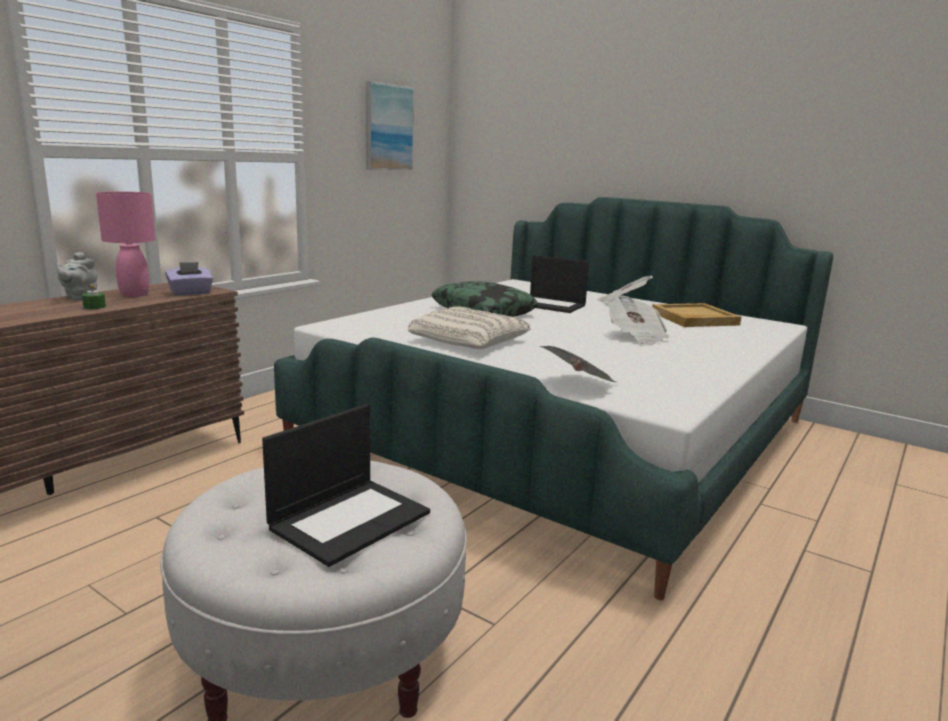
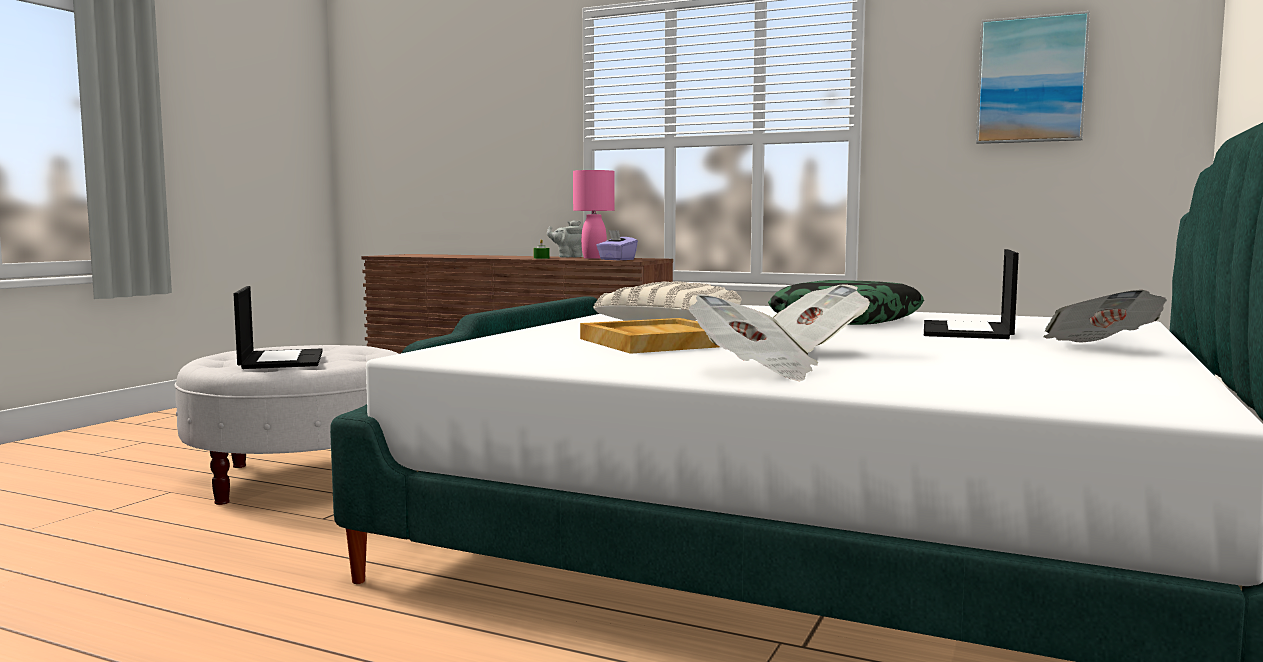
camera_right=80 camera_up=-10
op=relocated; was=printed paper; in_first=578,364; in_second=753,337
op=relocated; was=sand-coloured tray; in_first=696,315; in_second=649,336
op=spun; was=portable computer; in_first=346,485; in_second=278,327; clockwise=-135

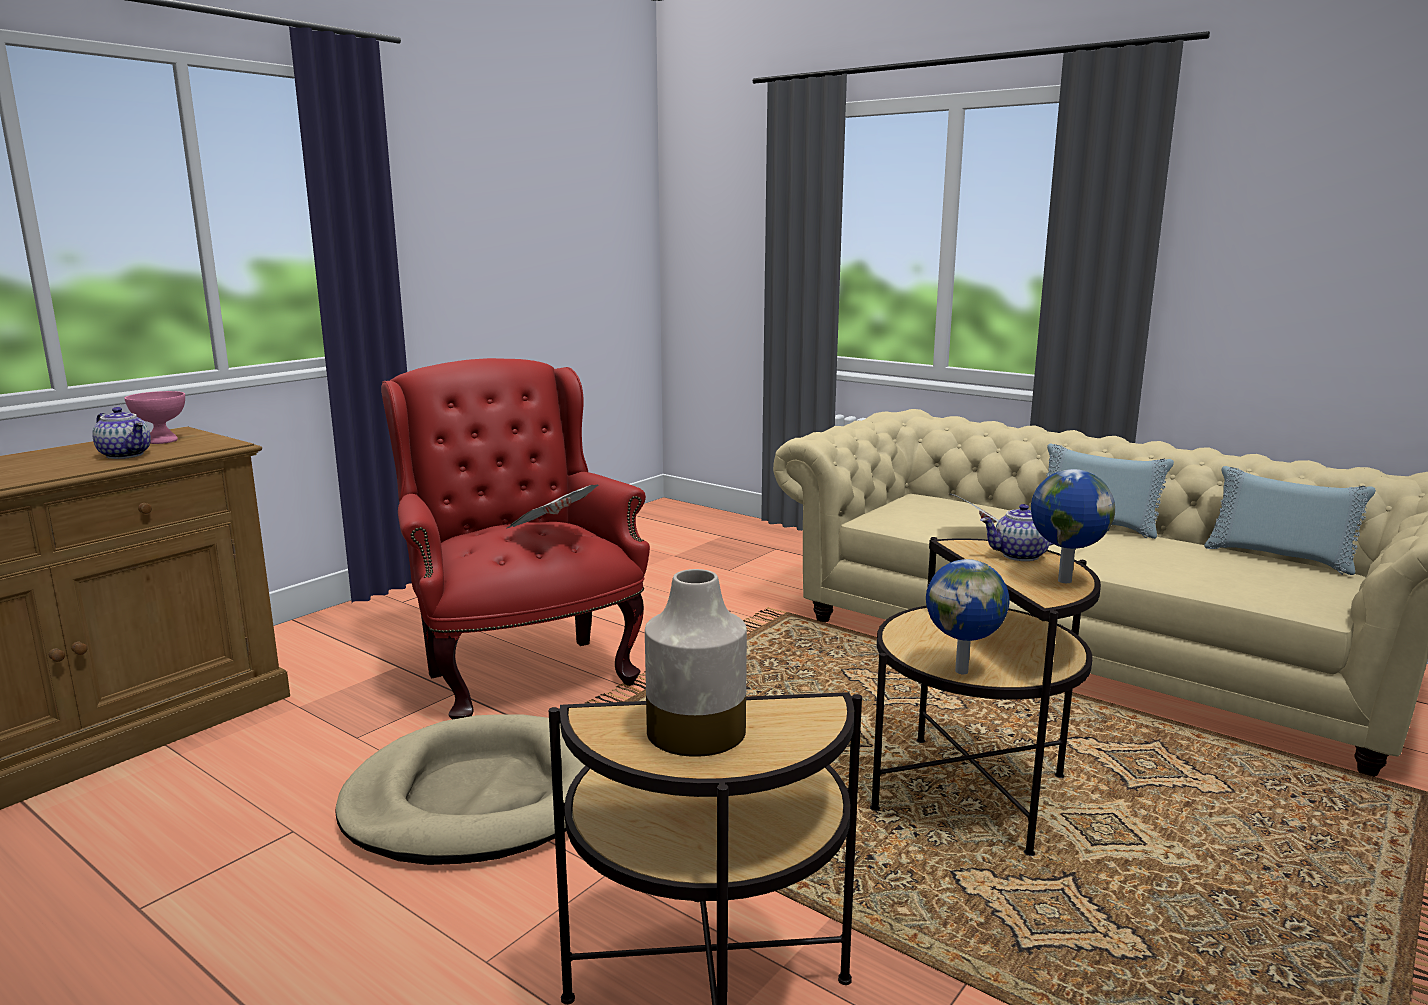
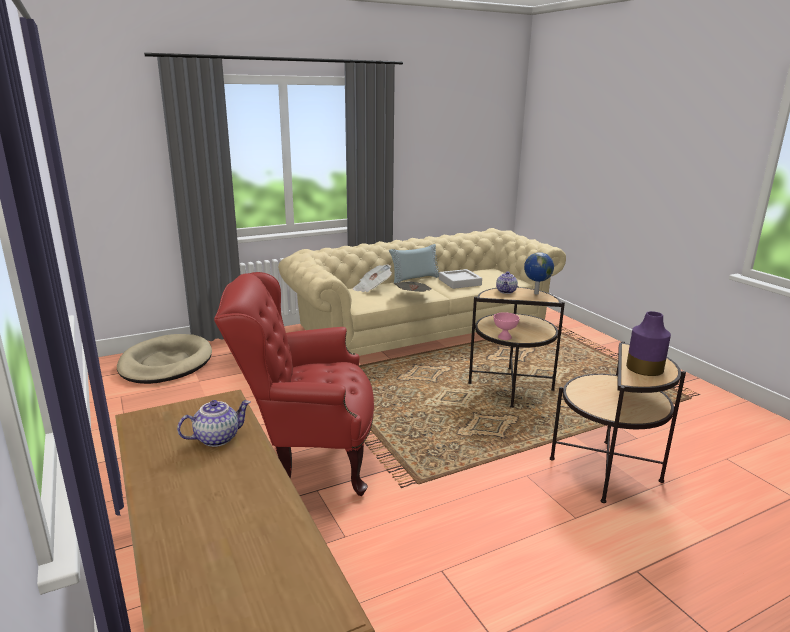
camera_right=-65 camera_up=5
op=missing; was=world globe; in_first=967,616
op=missing; was=bluish pillow; in_first=1290,520
op=appeared; now=grey tray; in_second=460,279
op=relocated; was=pink-coloured deep dish; in_first=155,417; in_second=507,326
op=relocated; was=sand-coloured dog bed; in_first=460,789; in_second=164,359
op=relocated; was=printed paper; in_first=552,506; in_second=372,278
op=colour; was=sand-coloured decorative vase; now=purple-coloured decorative vase; in_first=696,663; in_second=648,343

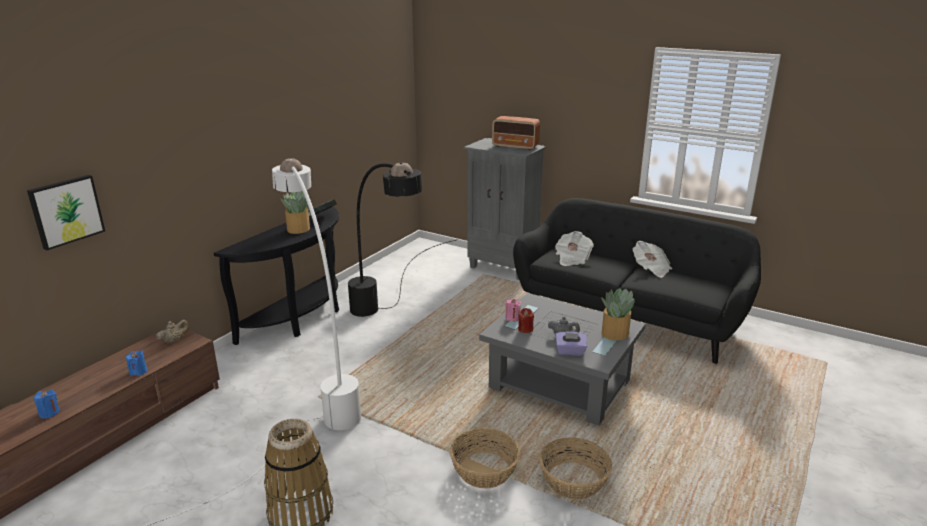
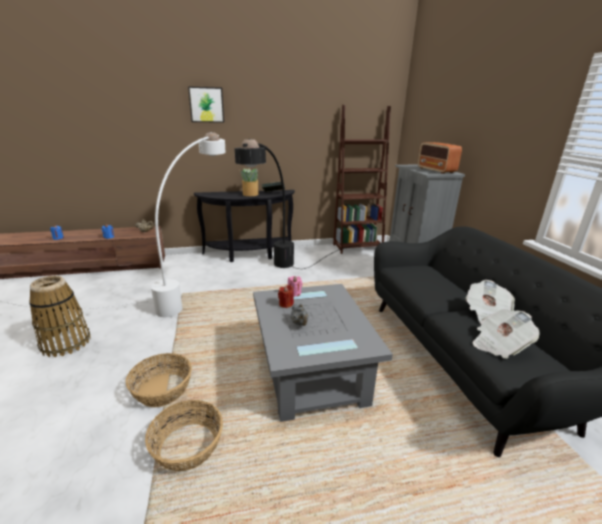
camera_right=45 camera_up=0
op=missing; was=purple-coloured box of tissues; in_first=571,344
op=missing; was=potted plant; in_first=617,314
op=appeared; now=brownish shelving unit; in_second=362,179
op=relocated; was=picture; in_first=66,212; in_second=206,104
op=relocated; was=printed paper; in_first=574,248; in_second=506,334

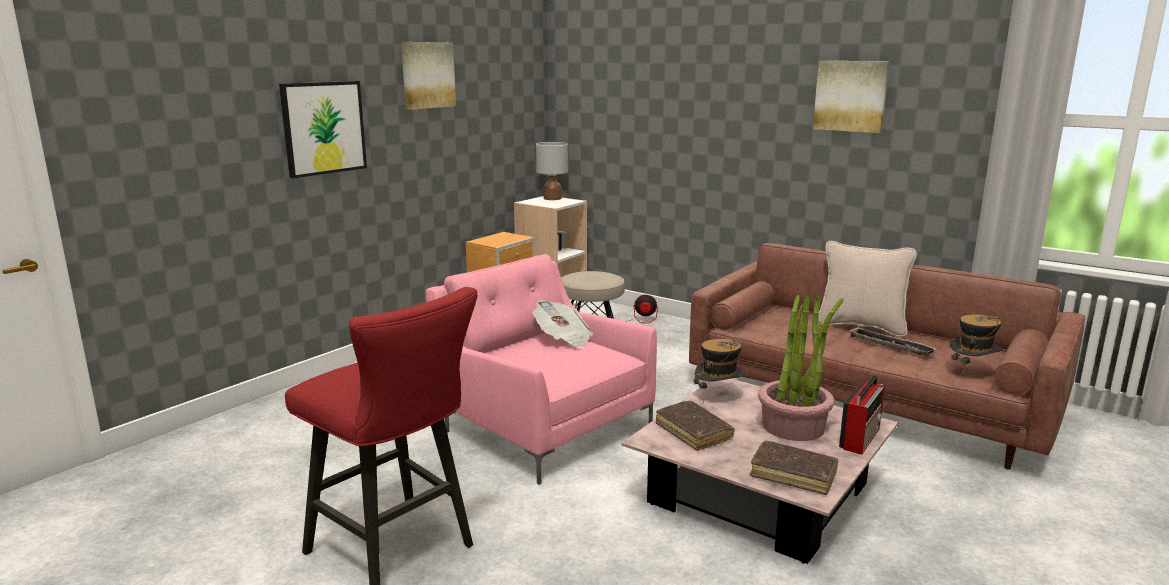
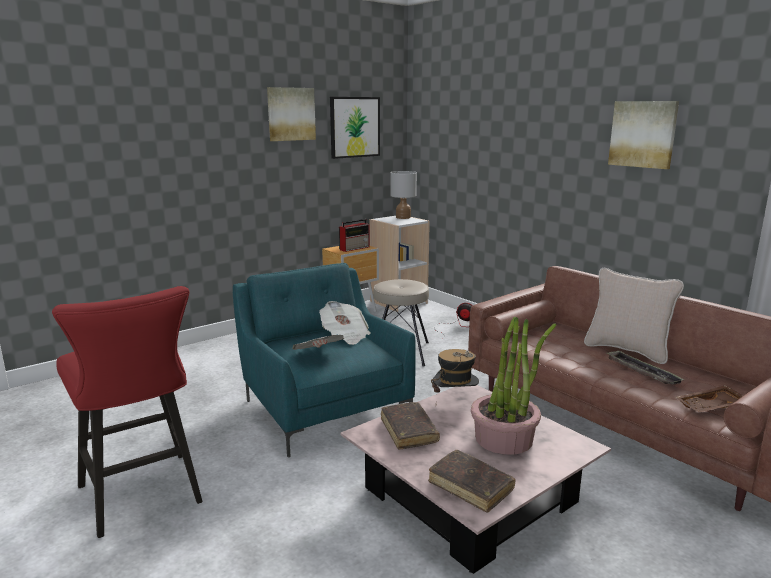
camera_right=15 camera_up=0
op=appeared; now=printed paper; in_second=318,342
op=relocated; was=picture; in_first=323,129; in_second=355,128
op=relocated; was=radio set; in_first=862,415; in_second=354,235
op=exchanged; was=clothing hat; now=brownish tray; in_first=977,347; in_second=709,398
op=colour; was=pink-coloured easy chair; now=turquoise easy chair; in_first=541,369; in_second=324,360

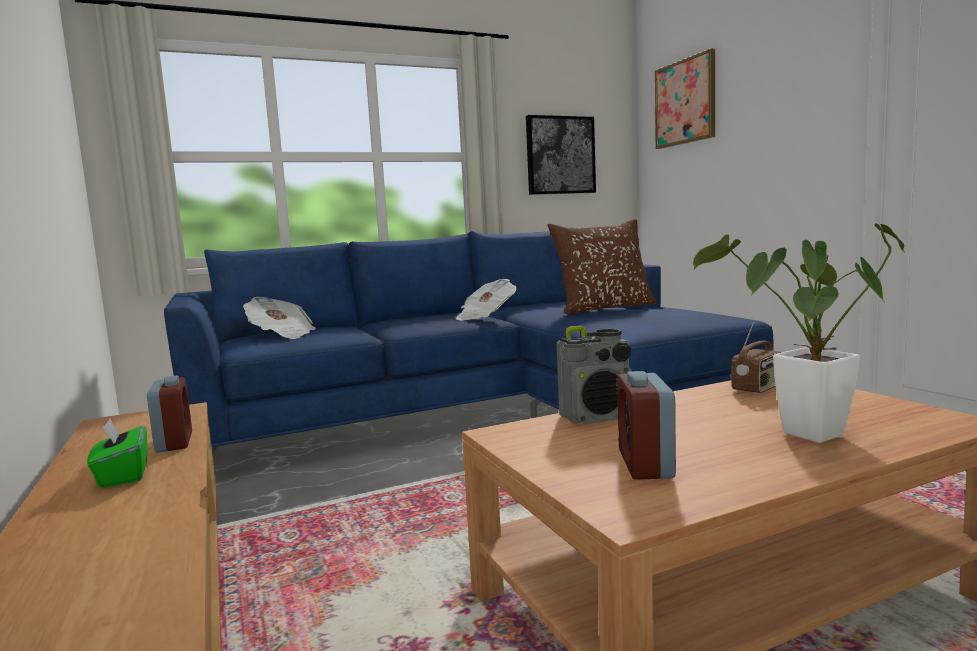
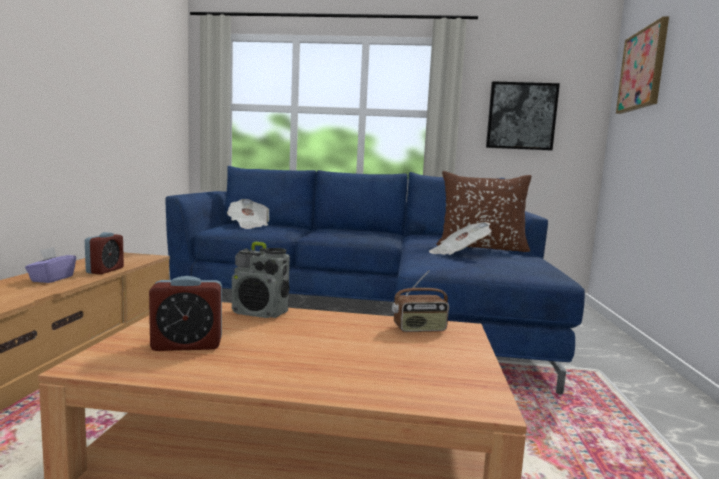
camera_right=30 camera_up=0
op=missing; was=potted plant; in_first=798,333
op=relocated; was=printed paper; in_first=486,300; in_second=460,238
op=colour; was=green-coloured box of tissues; now=purple-coloured box of tissues; in_first=117,453; in_second=50,265
op=spun; was=table clock; in_first=646,425; in_second=185,313; clockwise=-135

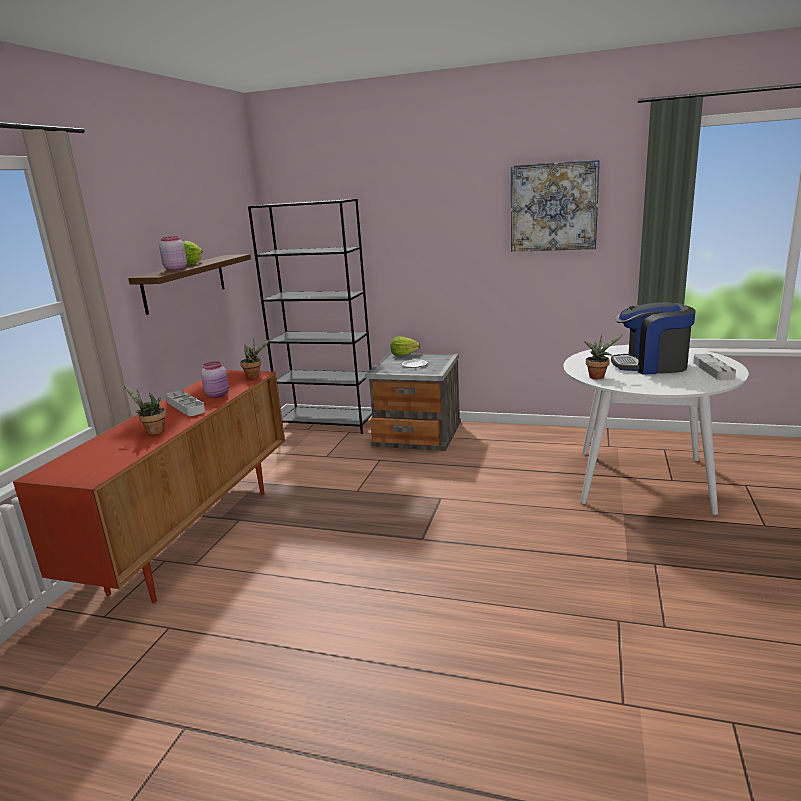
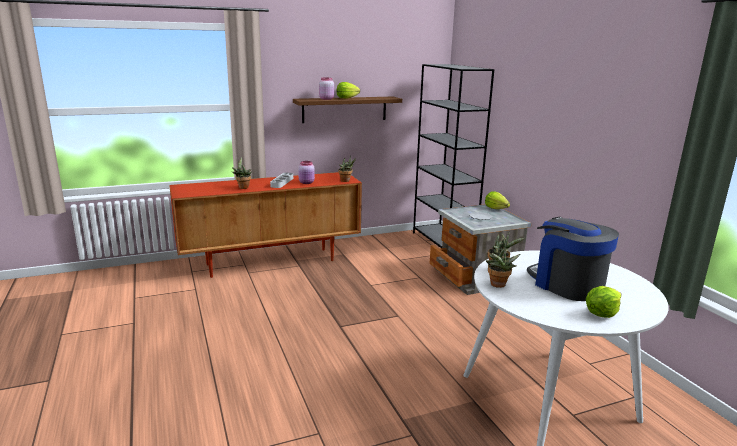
camera_right=50 camera_up=0
op=missing; was=picture; in_first=555,205
op=appeared; now=potted plant; in_second=503,268
op=exchanged; was=grey tray; now=head of lettuce; in_first=714,367; in_second=604,302

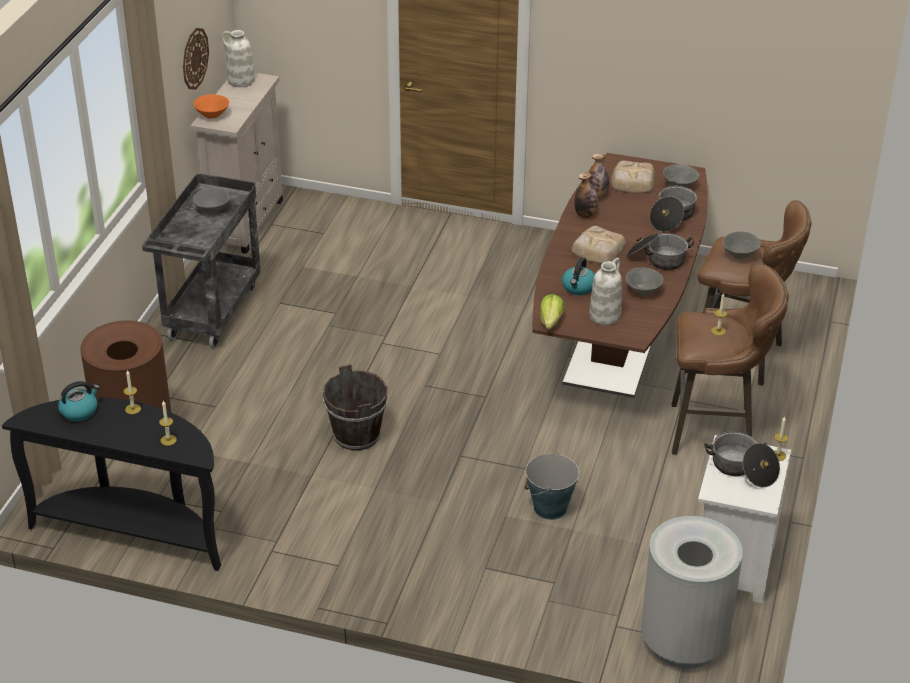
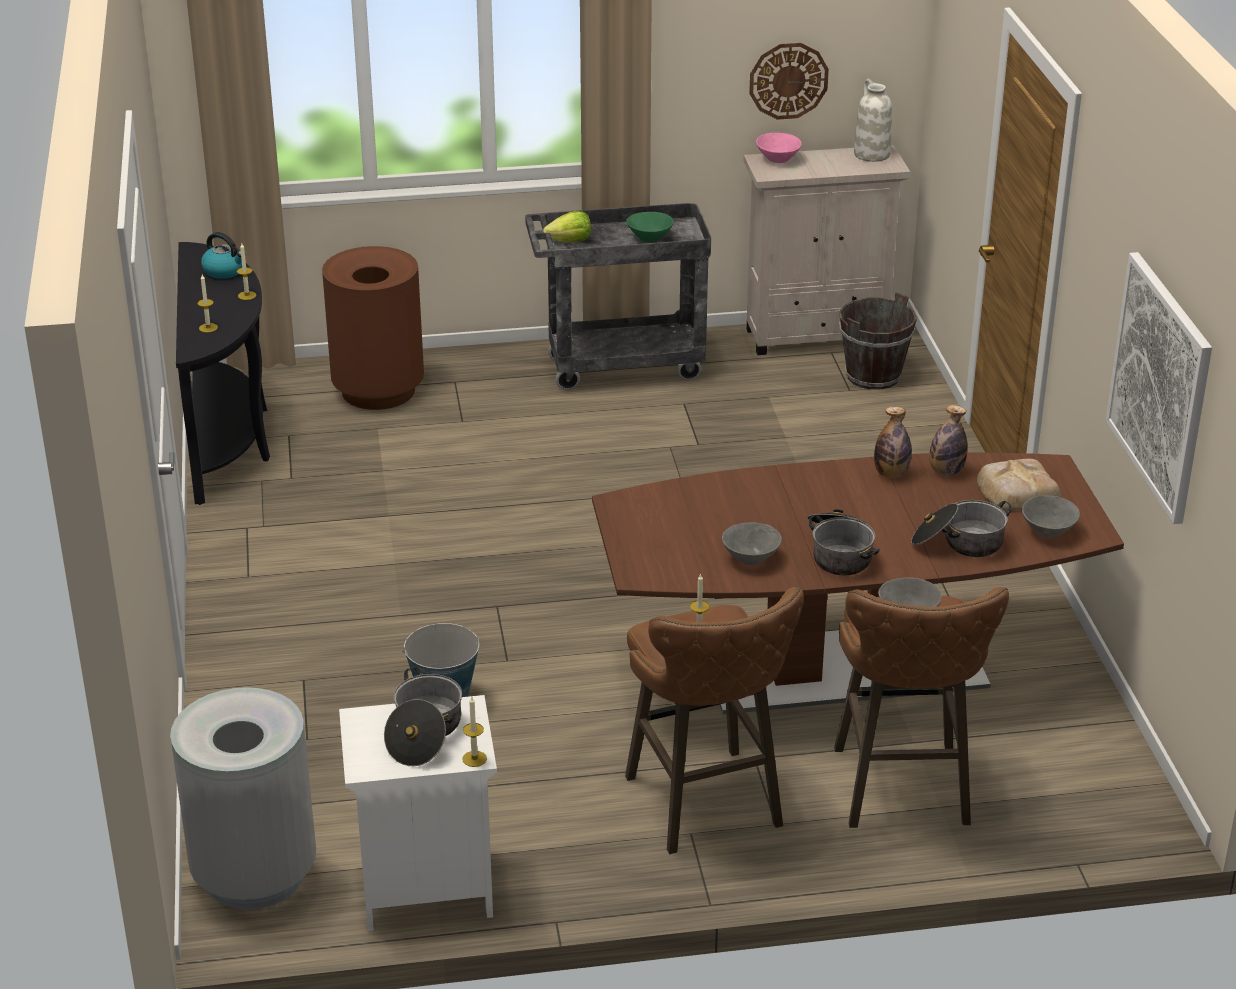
camera_right=65 camera_up=-5
op=missing; was=tea kettle; in_first=578,276
op=missing; was=bakery bread; in_first=598,245
op=missing; was=white decorative vase; in_first=605,292
op=appeared; now=picture; in_second=1159,388
op=relocated; was=brownish pail; in_first=355,407; in_second=878,341
op=relocated; was=head of lettuce; in_first=552,311; in_second=567,226
op=colour; was=orangey deep dish; now=pink-coloured deep dish; in_first=211,106; in_second=778,148
op=colour; was=grey deep dish; now=green-coloured deep dish; in_first=211,201; in_second=650,227

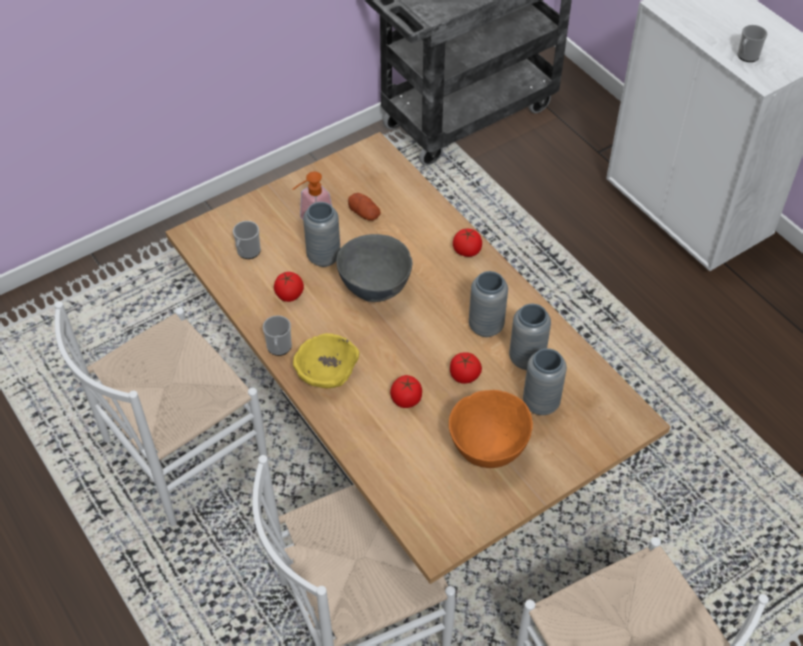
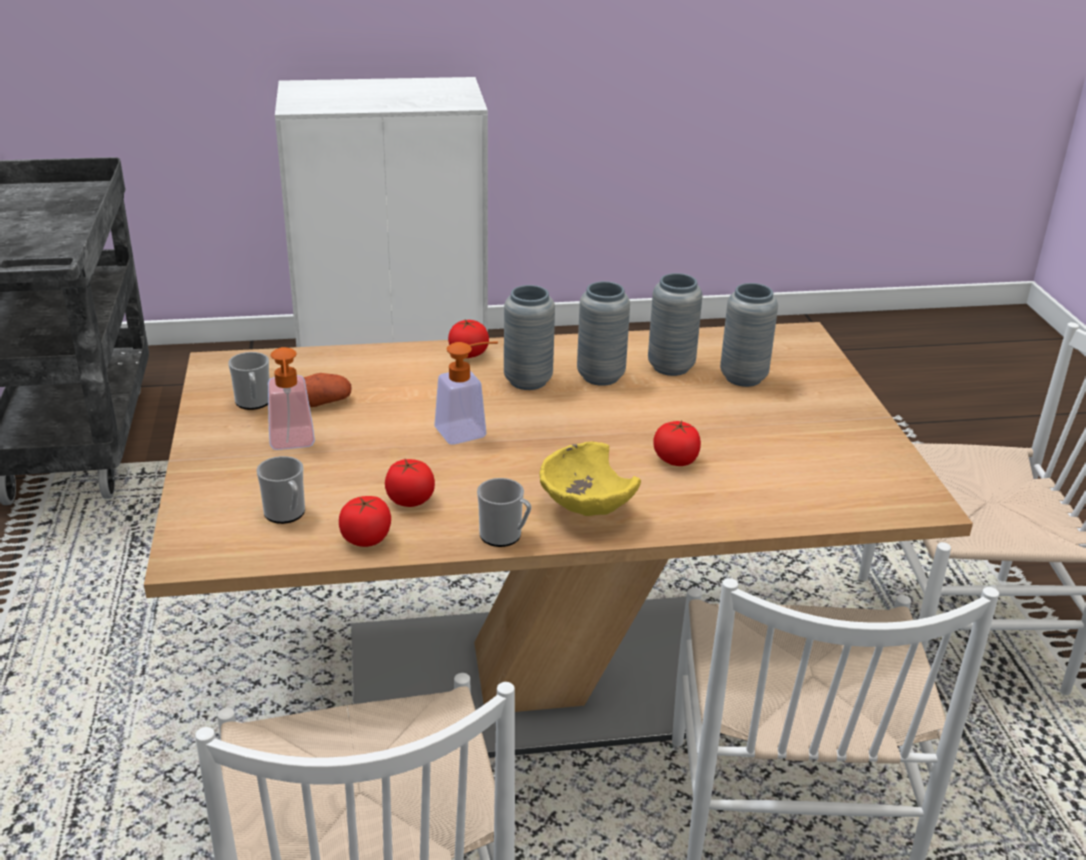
camera_right=-65 camera_up=-20
op=missing; was=orangey deep dish; in_first=491,429
op=relocated; was=grey decorative vase; in_first=321,234; in_second=529,337
op=relocated; was=tomato; in_first=466,368; in_second=365,521
op=relocated; was=coffee mug; in_first=752,43; in_second=249,381
op=exchanged; was=grey deep dish; now=soap bottle; in_first=374,268; in_second=466,393

